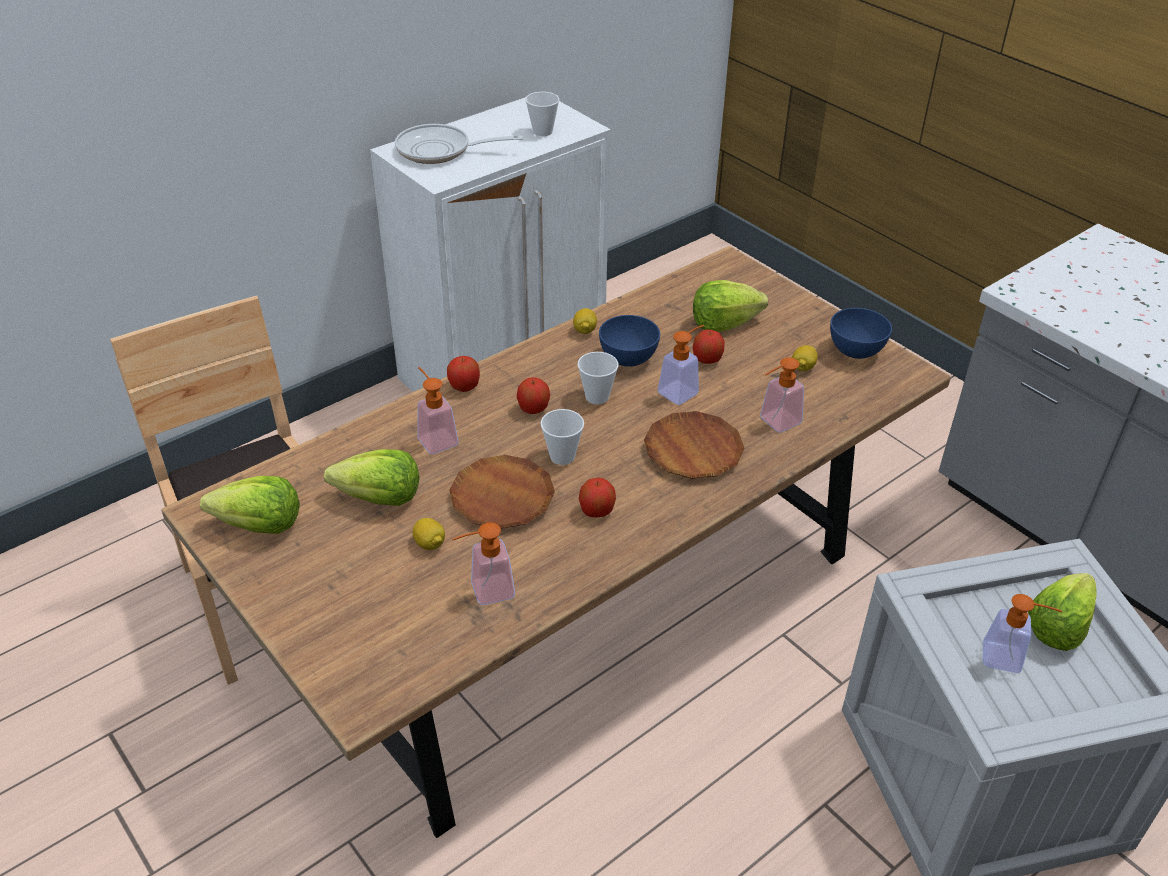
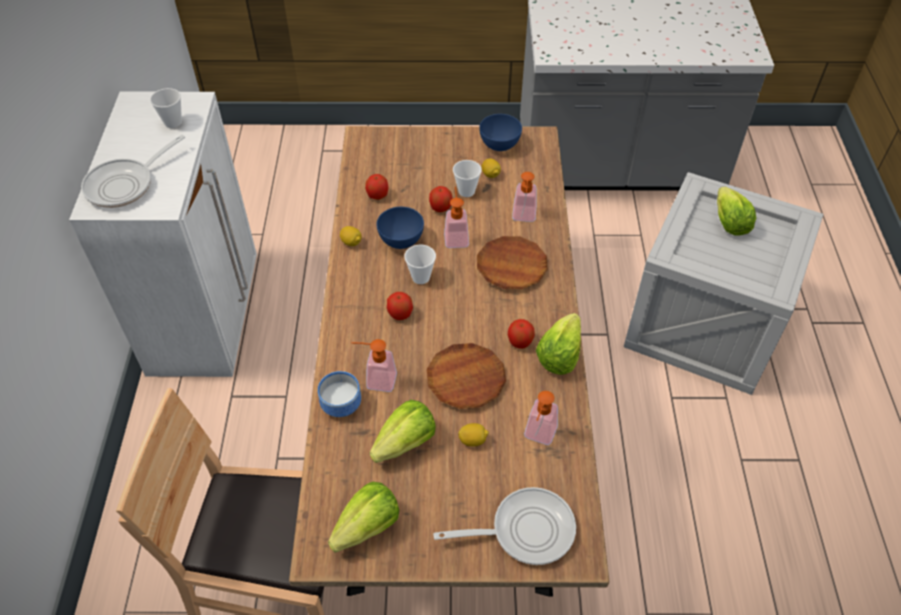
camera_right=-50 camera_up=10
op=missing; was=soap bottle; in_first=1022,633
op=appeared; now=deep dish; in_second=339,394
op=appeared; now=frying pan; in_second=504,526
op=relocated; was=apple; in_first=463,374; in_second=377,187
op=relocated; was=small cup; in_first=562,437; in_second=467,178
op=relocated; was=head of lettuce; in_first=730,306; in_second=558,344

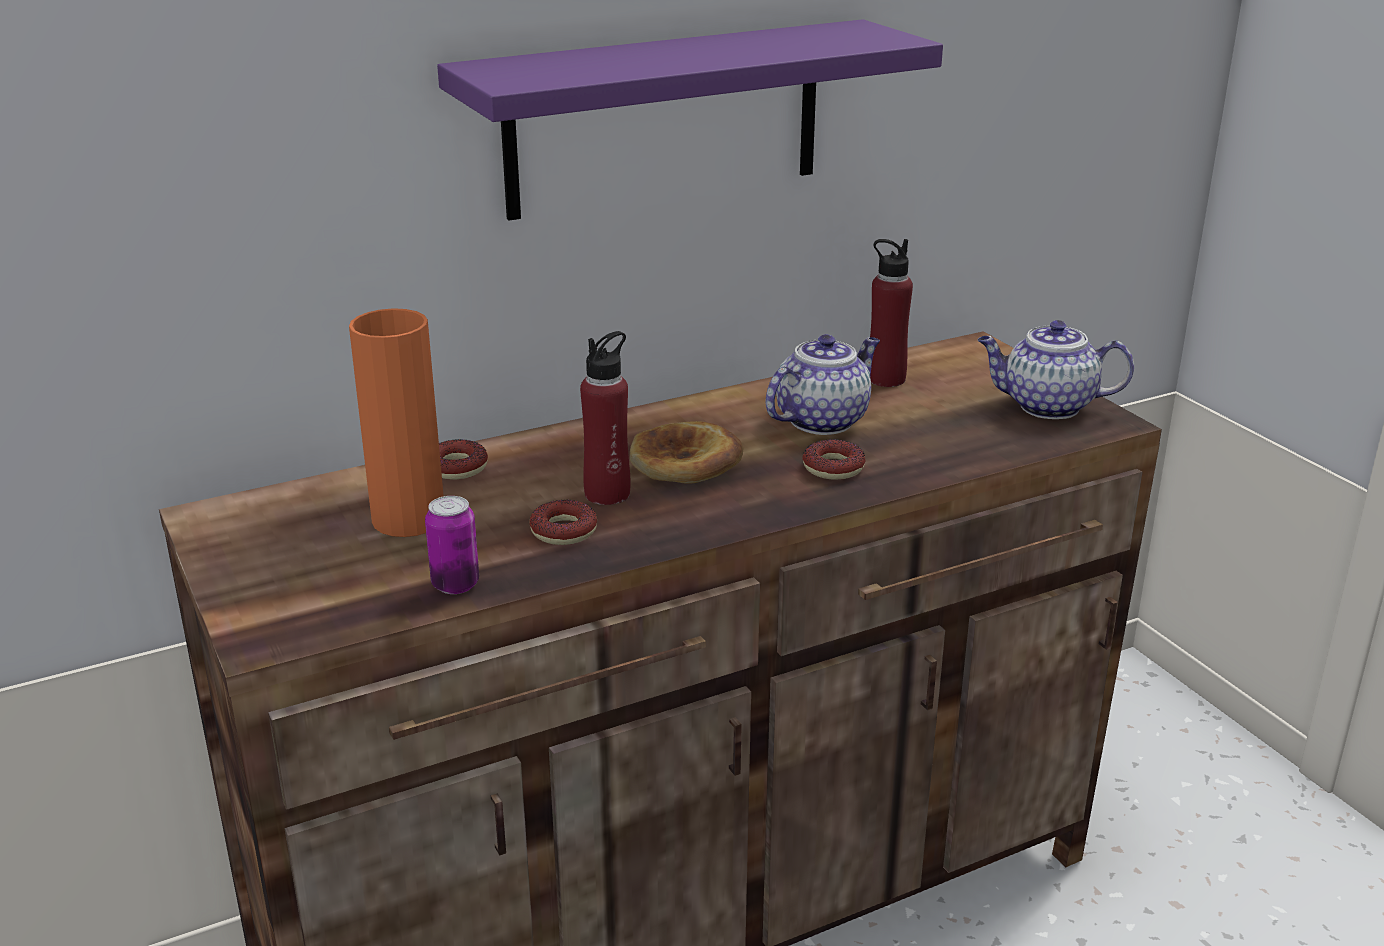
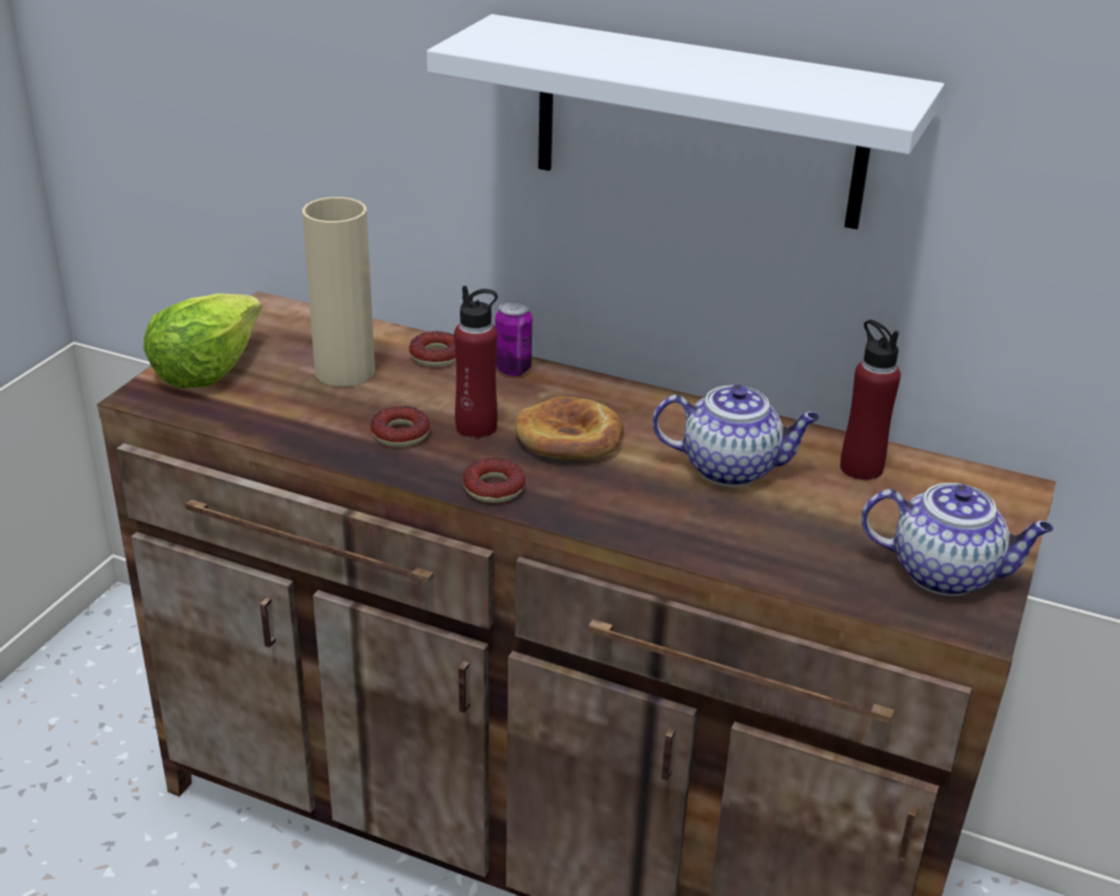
camera_right=50 camera_up=5
op=appeared; now=head of lettuce; in_second=202,340
op=relocated; was=sealed can; in_first=452,545; in_second=513,338
op=relocated; was=doughnut; in_first=833,459; in_second=494,480
op=colour; was=orangey decorative vase; now=sand-coloured decorative vase; in_first=396,422; in_second=338,292
op=colour; was=purple-coloured shelf; now=white shelf; in_first=690,120; in_second=685,121
op=spun; was=pot for tea; in_first=1055,369; in_second=957,539; clockwise=135

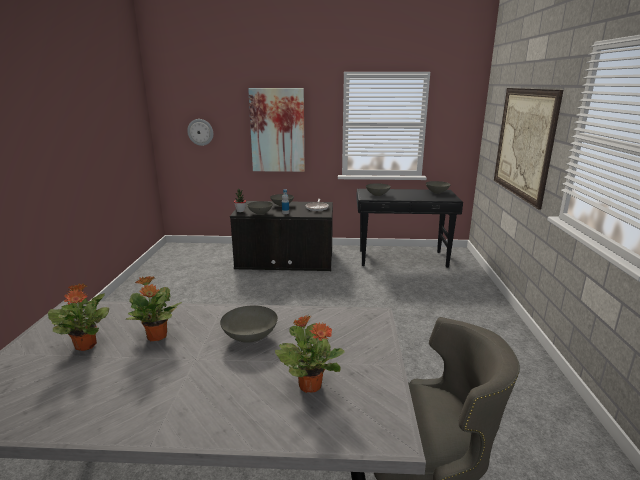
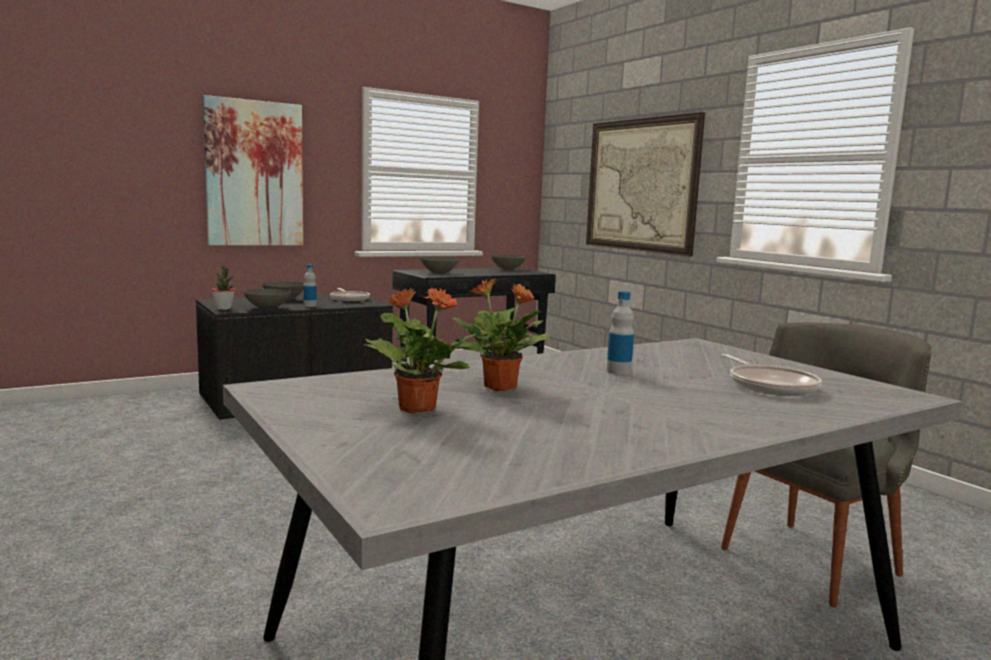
camera_right=-35 camera_up=-10
op=missing; was=clock on the wall; in_first=200,132
op=exchanged; was=grey deep dish; now=beverage bottle; in_first=249,324; in_second=620,333
op=exchanged; was=potted plant; now=frying pan; in_first=310,354; in_second=771,375

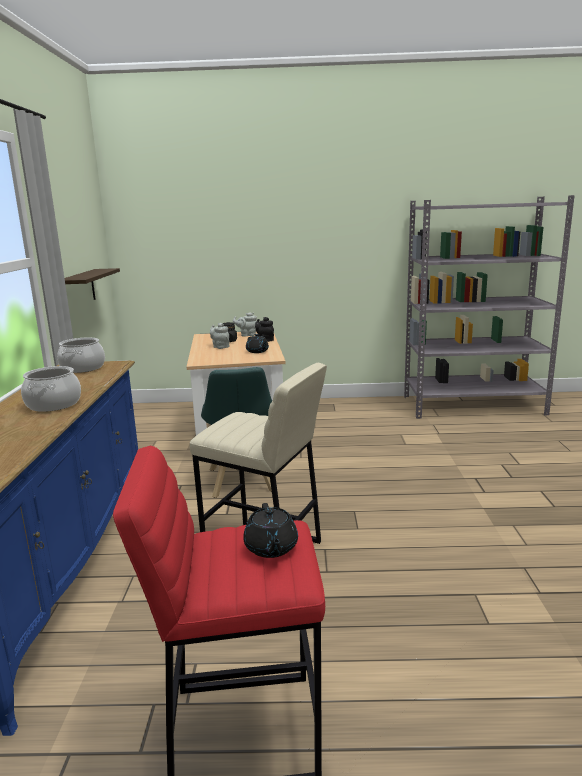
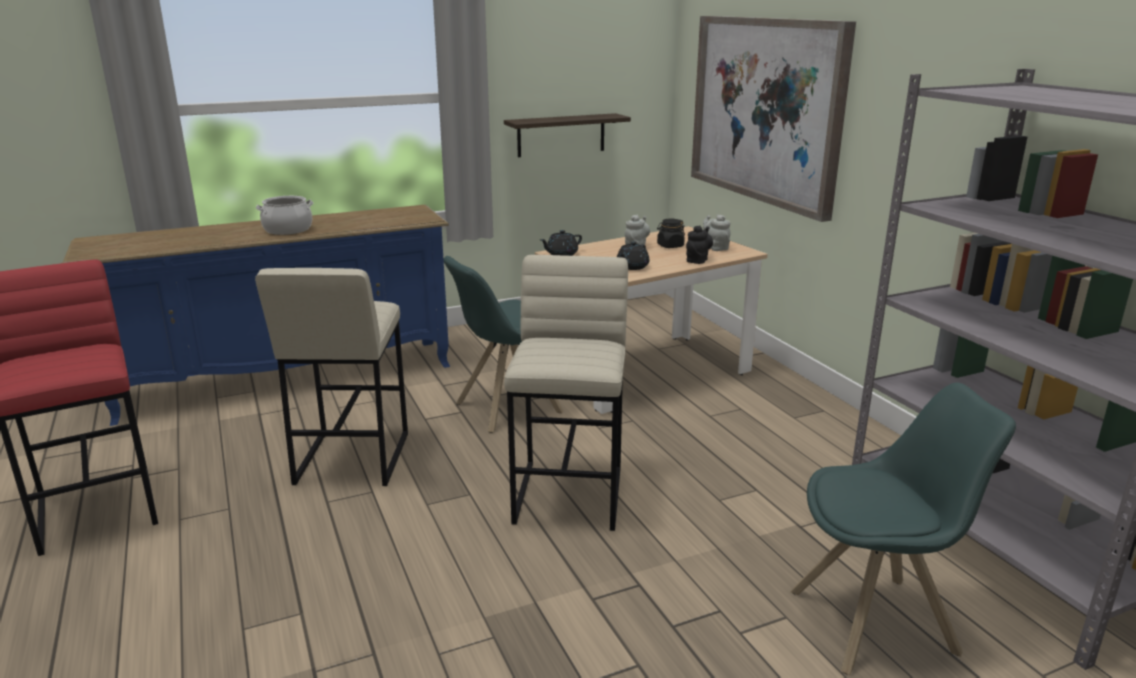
camera_right=65 camera_up=5
op=missing; was=stockpot; in_first=81,355
op=appeared; now=sand-coloured stool seat; in_second=566,393
op=appeared; now=picture; in_second=773,119
op=appeared; now=turquoise upright chair; in_second=903,529
op=relocated; was=blackish pot for tea; in_first=270,530; in_second=561,243

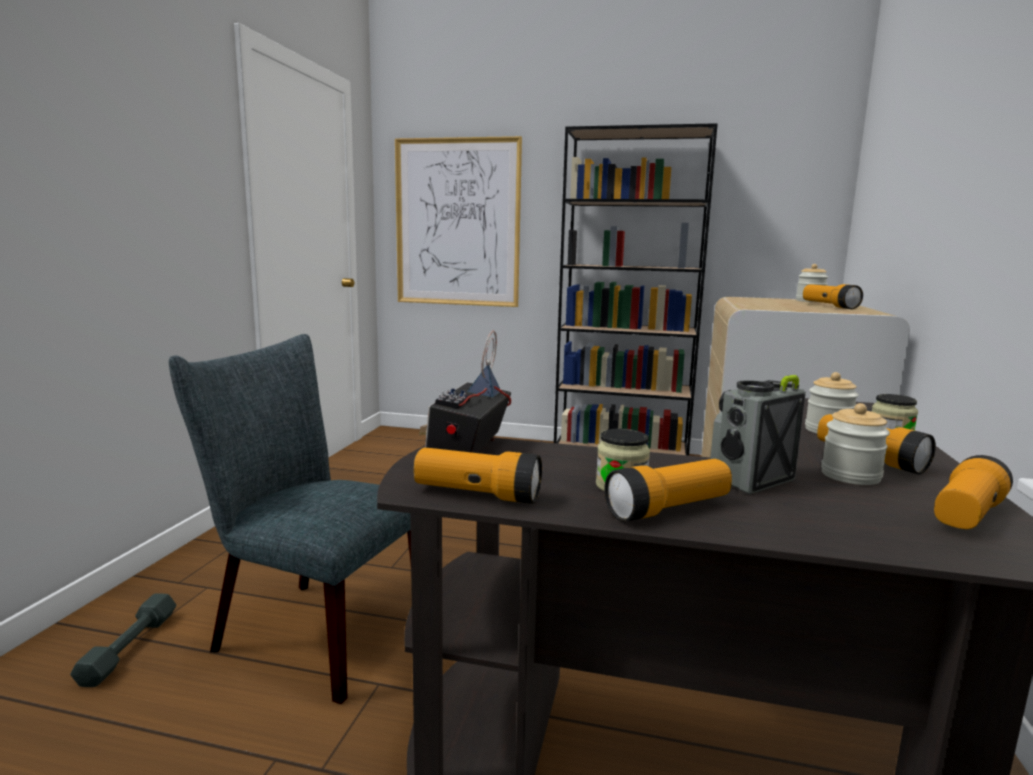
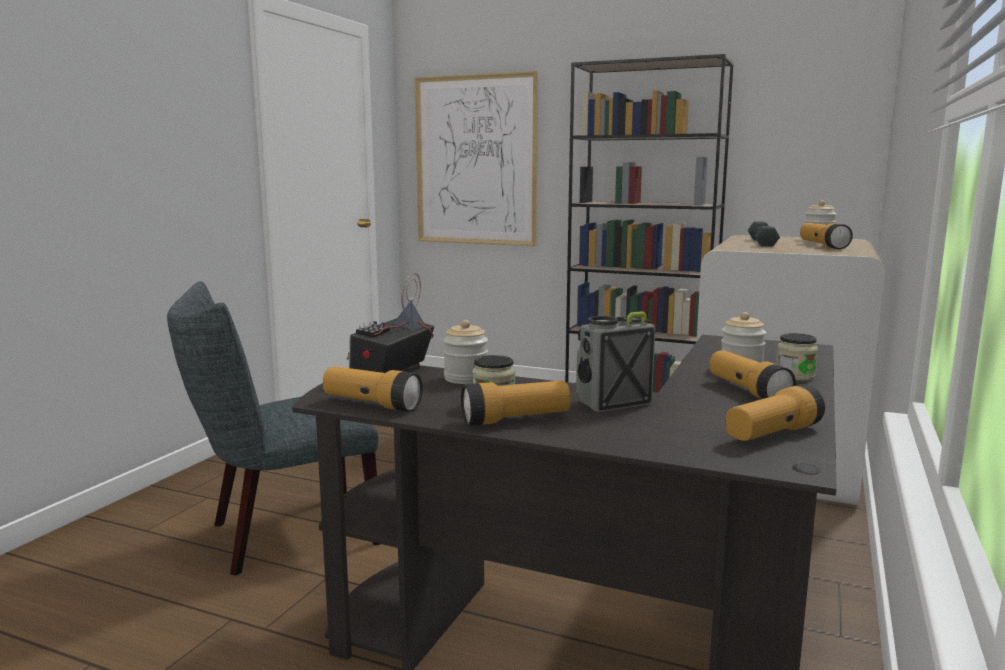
camera_right=10 camera_up=0
op=relocated; was=grey dumbbell; in_first=123,640; in_second=764,234
op=relocated; was=preserve jar; in_first=855,444; in_second=465,352
op=spun; was=grey upright chair; in_first=290,519; in_second=273,428; clockwise=-60

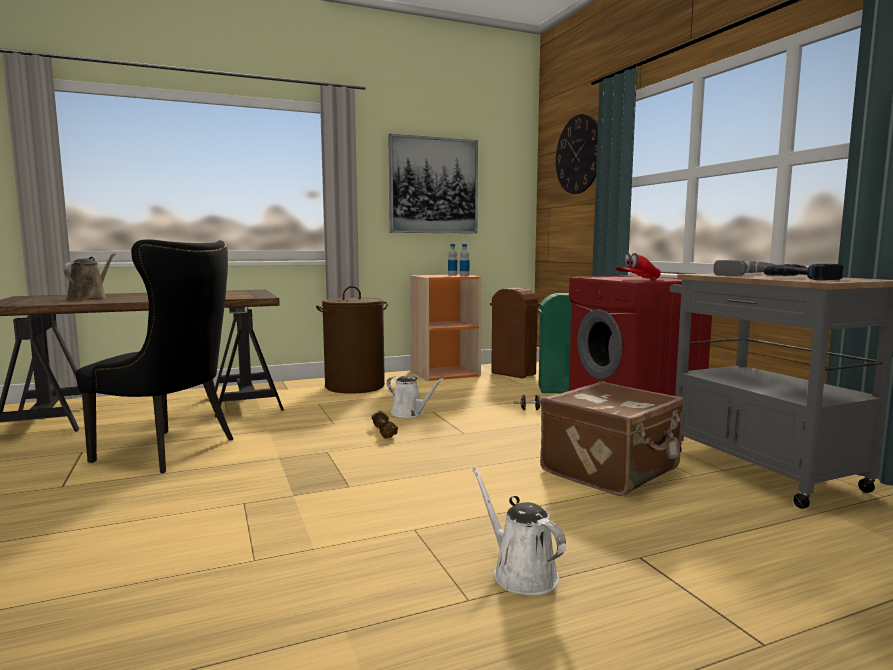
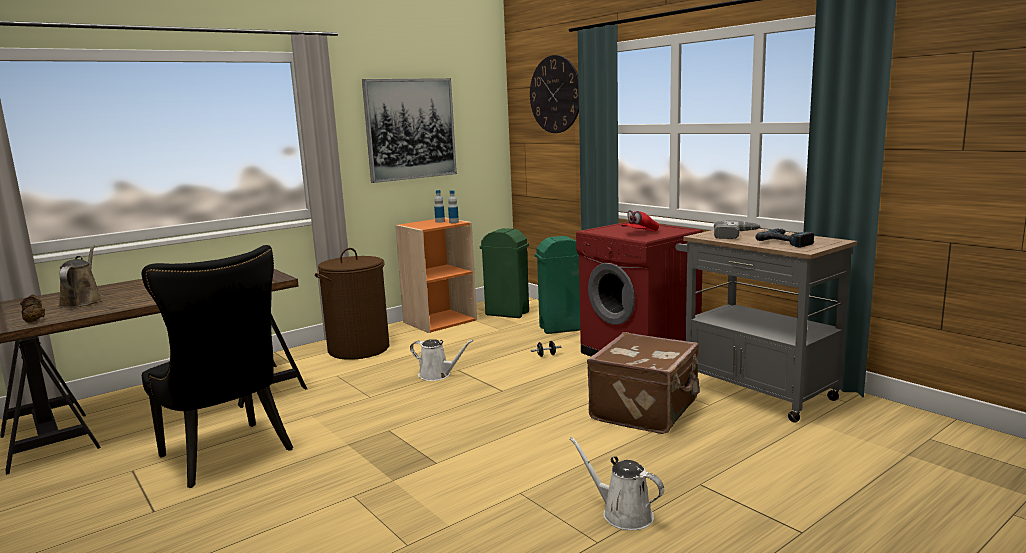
camera_right=-15 camera_up=5
op=relocated; was=brownish dumbbell; in_first=384,424; in_second=32,308
op=colour; was=brownish waste bin; now=green-coloured waste bin; in_first=515,333; in_second=504,273
op=spun; was=blackish upright chair; in_first=154,356; in_second=217,366; clockwise=45

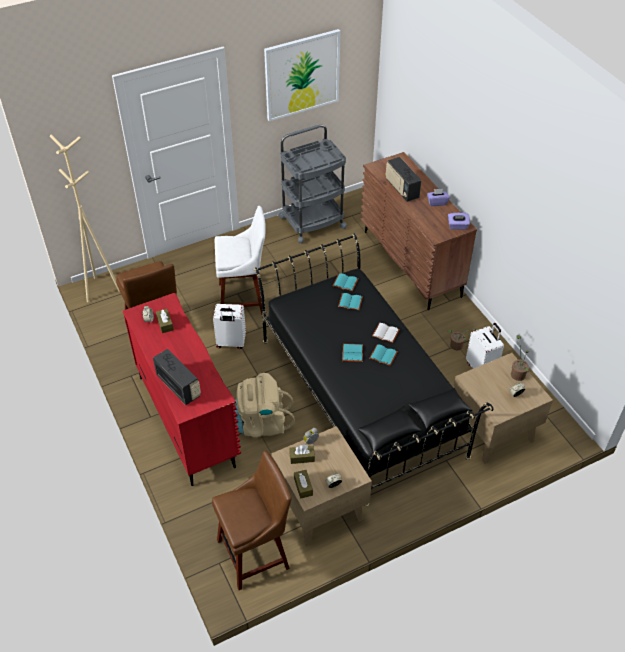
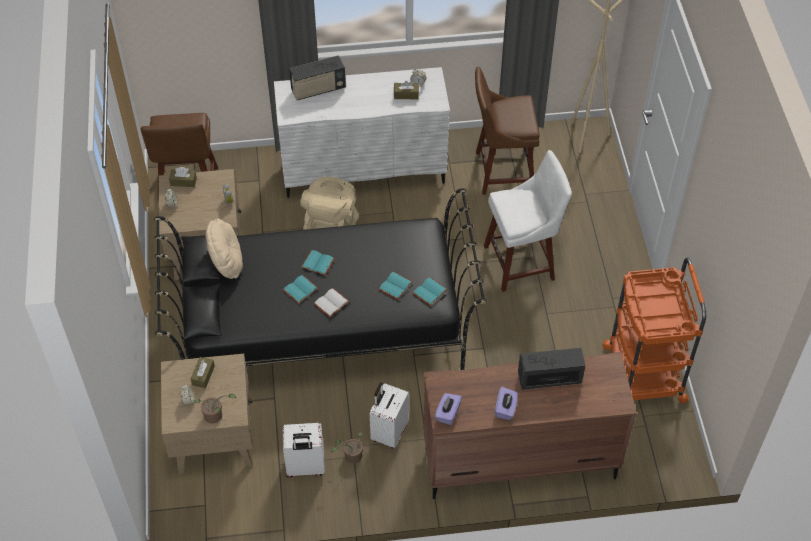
camera_right=110 camera_up=5
op=missing; was=picture; in_first=302,75
op=appeared; now=sand-coloured pillow; in_second=224,248
op=relocated; was=white travel case; in_first=229,326; in_second=389,415
op=relocated; was=brownish box of tissues; in_first=302,454; in_second=203,372
op=colour; was=reddish chest of drawers; now=white chest of drawers; in_first=182,389; in_second=362,132
op=colour; was=grey wheeled cart; now=orangey wheeled cart; in_first=313,184; in_second=654,330
op=spun; was=white upright chair; in_first=240,260; in_second=528,221; clockwise=-120

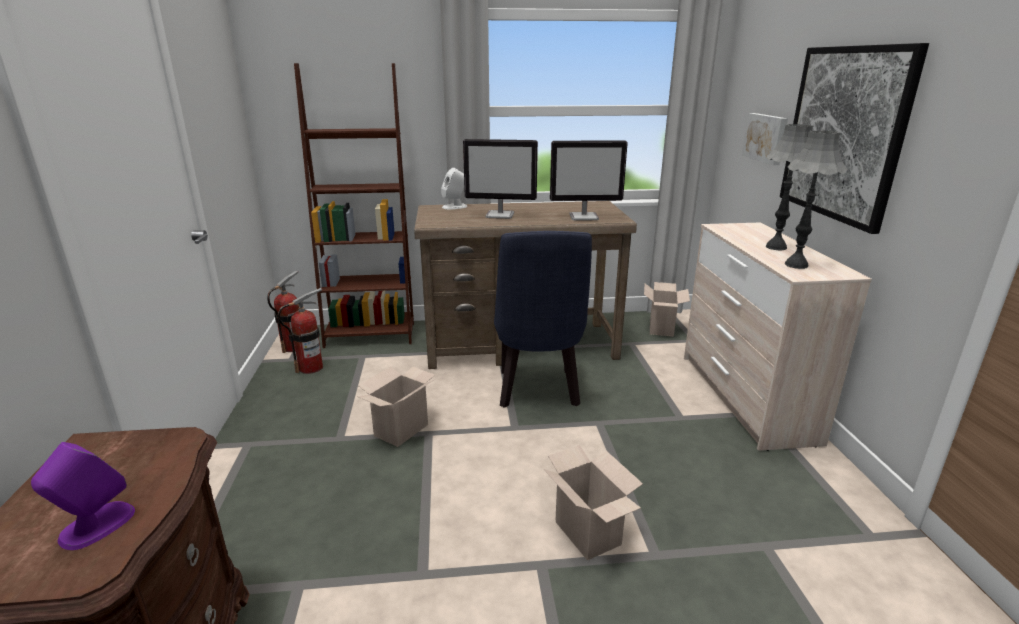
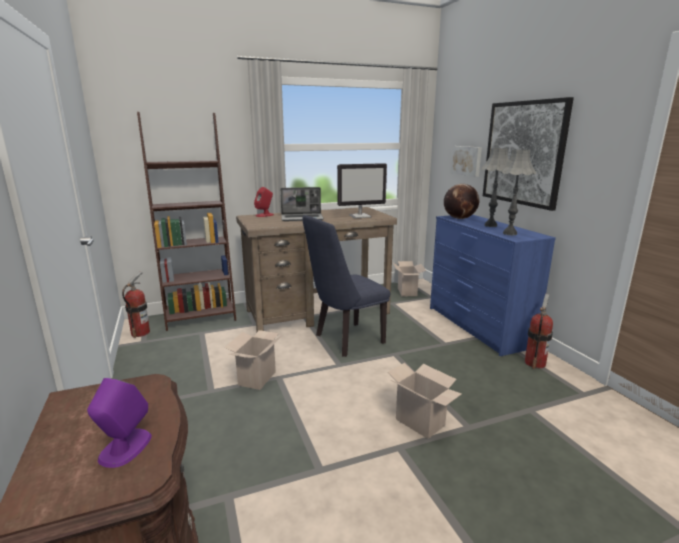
camera_right=-15 camera_up=-5
op=appeared; now=world globe; in_second=461,201
op=relocated; was=fire-fighting cylinder; in_first=300,331; in_second=539,331
op=exchanged; was=computer display; now=portable computer; in_first=500,179; in_second=302,204
op=colour; was=white loudspeaker; now=reddish loudspeaker; in_first=454,189; in_second=264,202
op=colour; was=sand-coloured chest of drawers; now=bluish chest of drawers; in_first=778,337; in_second=493,285
op=spun; was=bluish upright chair; in_first=543,319; in_second=346,286; clockwise=75

